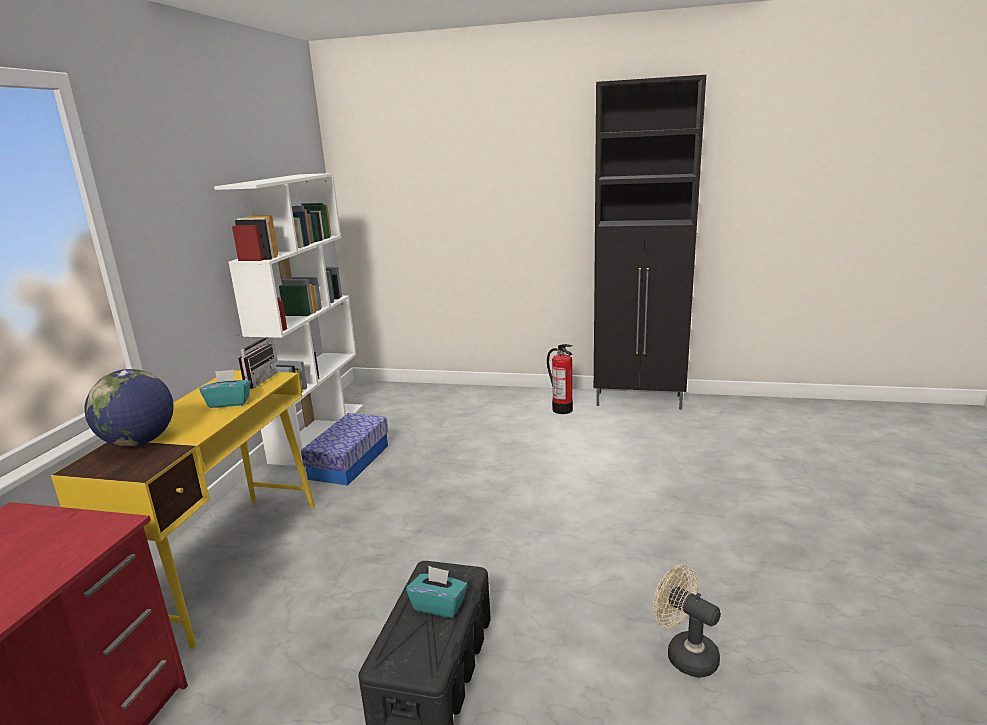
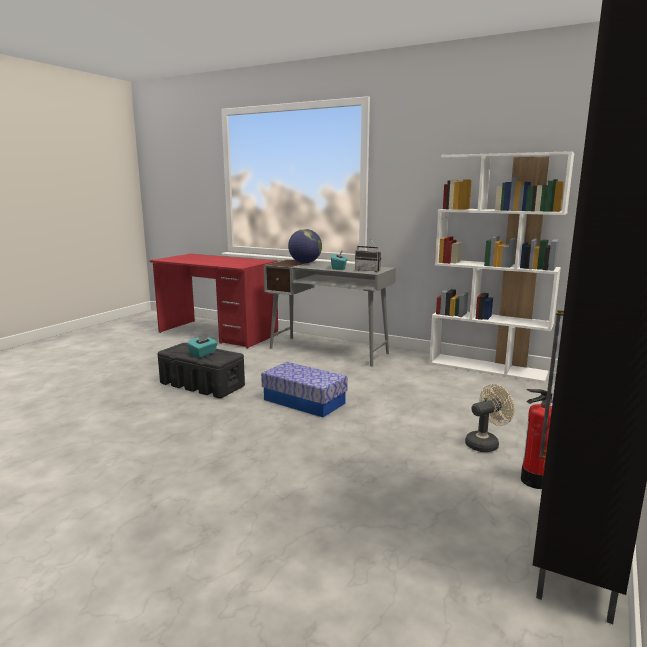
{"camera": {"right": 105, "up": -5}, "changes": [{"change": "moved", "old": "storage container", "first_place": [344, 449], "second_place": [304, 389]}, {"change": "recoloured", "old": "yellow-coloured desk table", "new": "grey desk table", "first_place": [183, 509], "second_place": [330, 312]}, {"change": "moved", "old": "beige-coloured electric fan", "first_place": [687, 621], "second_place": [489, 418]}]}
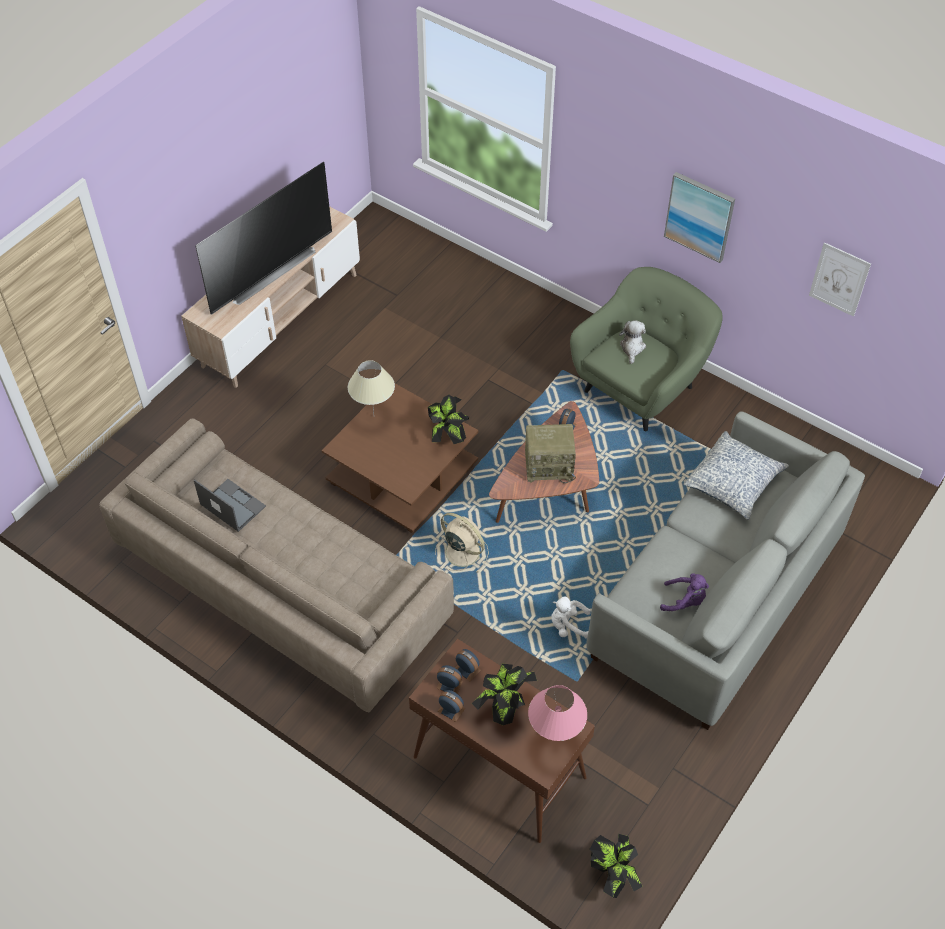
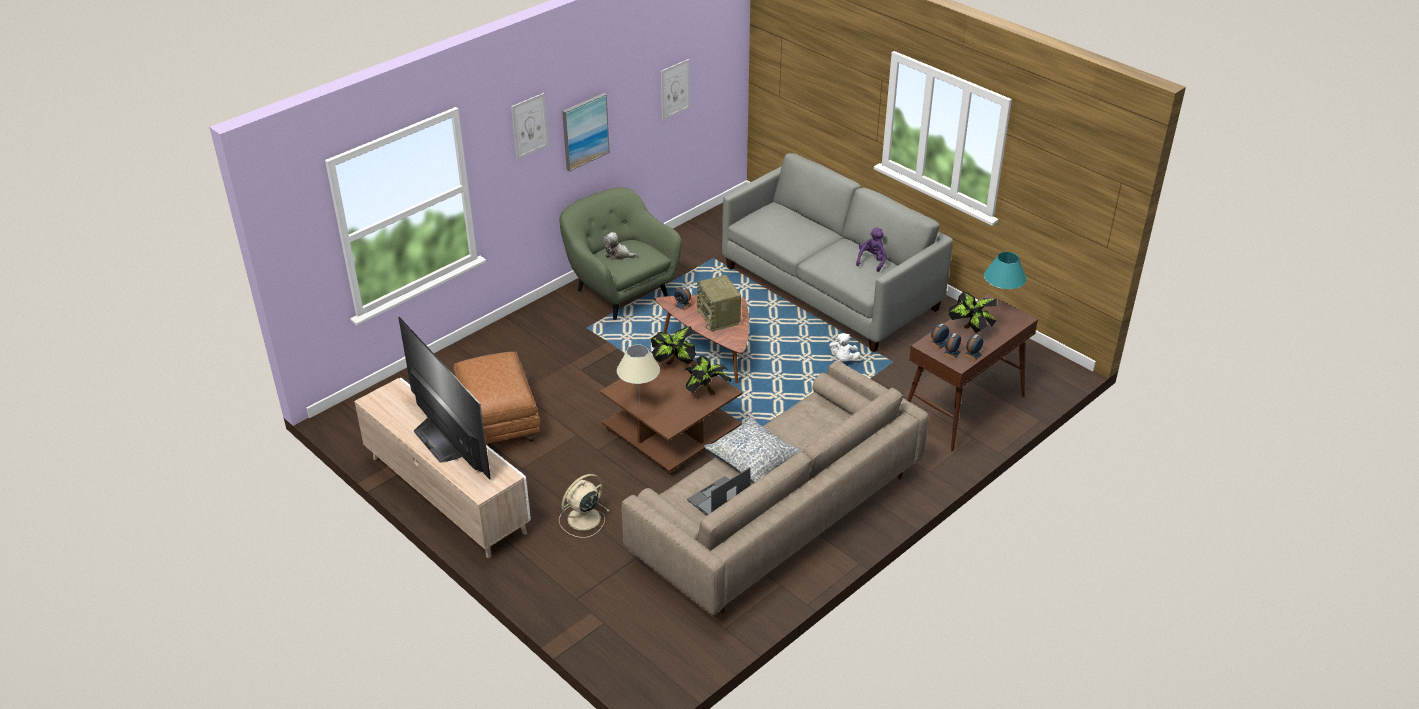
{"camera": {"right": -80, "up": -15}, "changes": [{"change": "added", "new": "brown ottoman", "second_place": [496, 398]}, {"change": "added", "new": "wall art", "second_place": [530, 126]}, {"change": "moved", "old": "beige-coloured electric fan", "first_place": [462, 543], "second_place": [584, 506]}, {"change": "moved", "old": "houseplant", "first_place": [616, 866], "second_place": [707, 375]}, {"change": "turned", "old": "radio", "first_place": [550, 453], "second_place": [719, 303], "degrees": 150}, {"change": "moved", "old": "cushion", "first_place": [736, 475], "second_place": [753, 449]}, {"change": "recoloured", "old": "pinkish lamp for a table", "new": "turquoise-coloured lamp for a table", "first_place": [557, 713], "second_place": [1005, 282]}]}
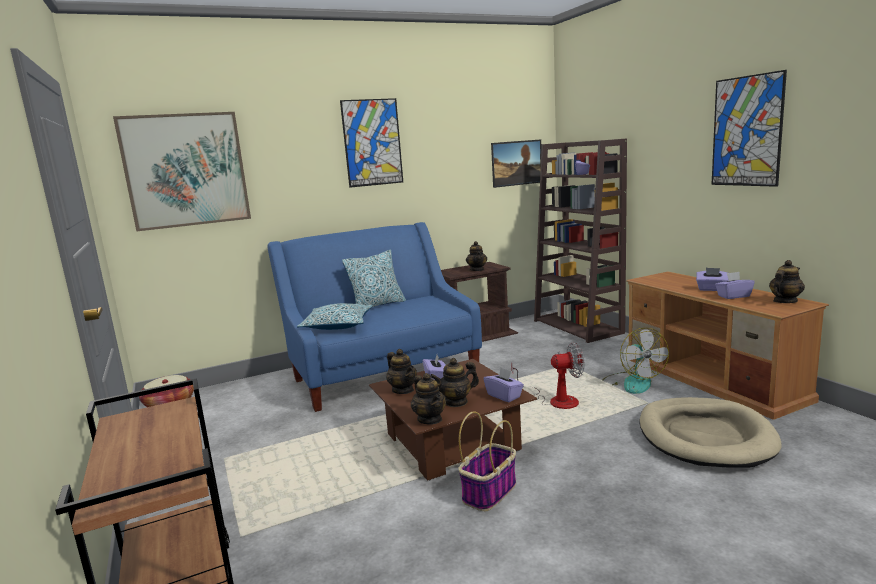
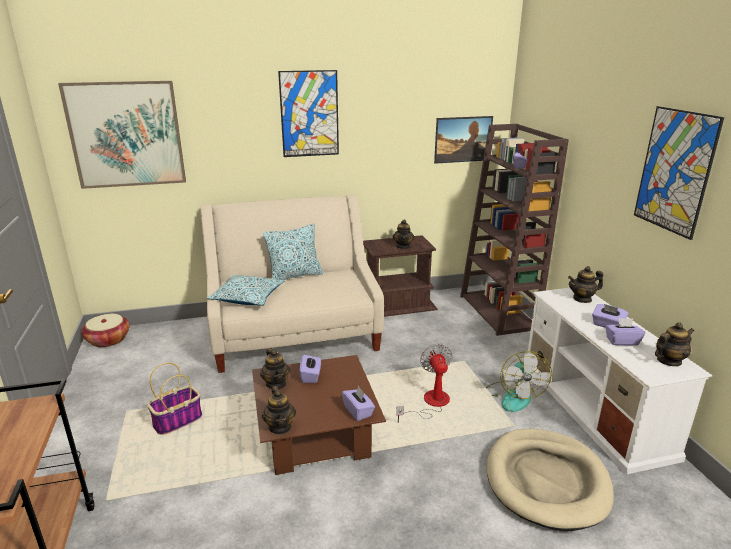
{"camera": {"right": 10, "up": 10}, "changes": [{"change": "moved", "old": "household basket", "first_place": [487, 461], "second_place": [174, 399]}, {"change": "recoloured", "old": "blue sofa", "new": "beige-coloured sofa", "first_place": [374, 317], "second_place": [292, 284]}, {"change": "turned", "old": "electric fan", "first_place": [547, 376], "second_place": [424, 383], "degrees": -105}, {"change": "recoloured", "old": "brown tv stand", "new": "whitish tv stand", "first_place": [727, 346], "second_place": [617, 381]}, {"change": "moved", "old": "pot for tea", "first_place": [454, 382], "second_place": [585, 284]}]}
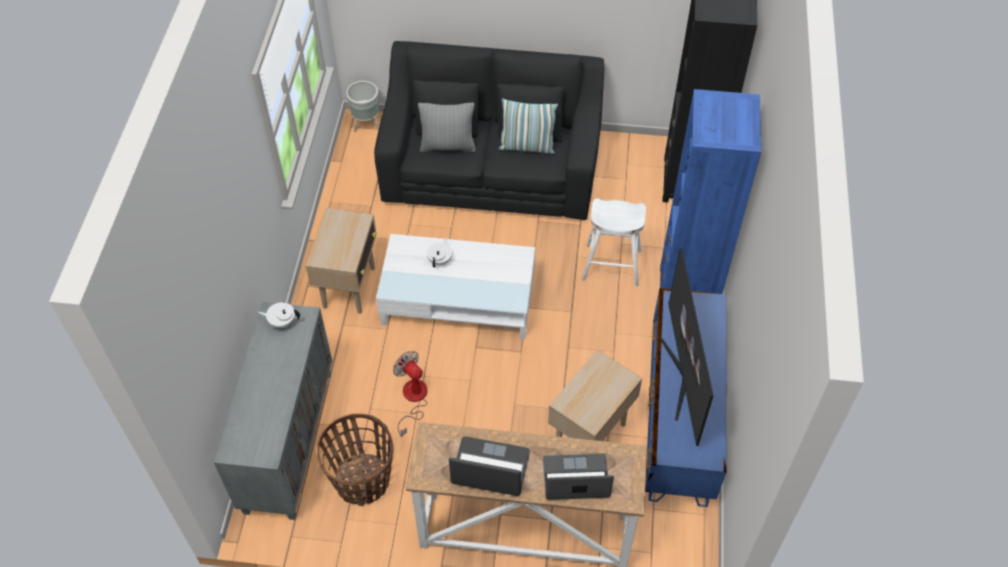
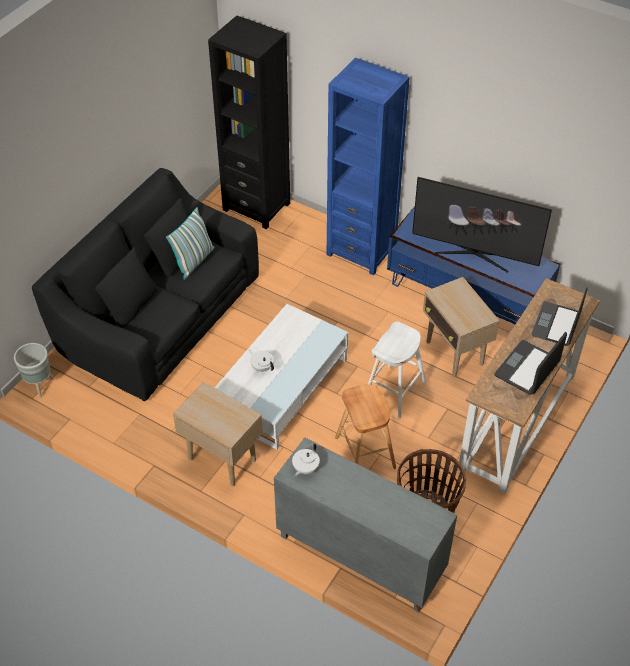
{"camera": {"right": -65, "up": -5}, "changes": [{"change": "replaced", "old": "electric fan", "new": "brown stool seat", "first_place": [410, 394], "second_place": [365, 426]}, {"change": "moved", "old": "whitish stool seat", "first_place": [614, 242], "second_place": [397, 370]}, {"change": "removed", "old": "grey cushion", "first_place": [447, 127]}]}
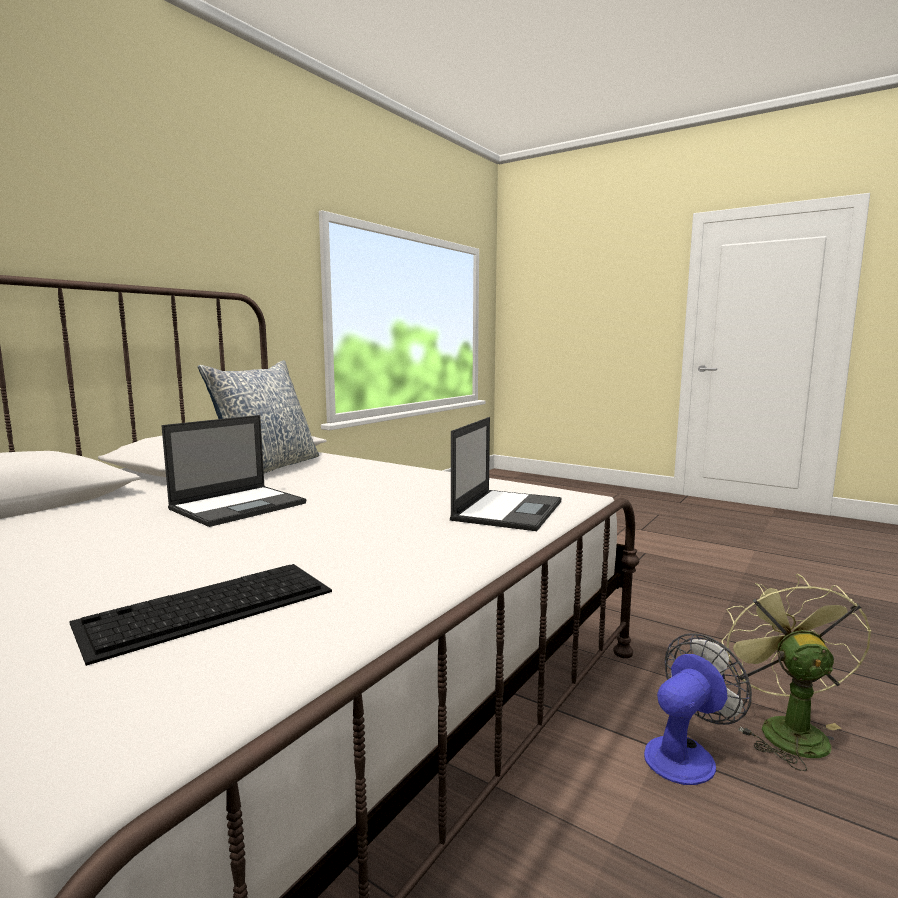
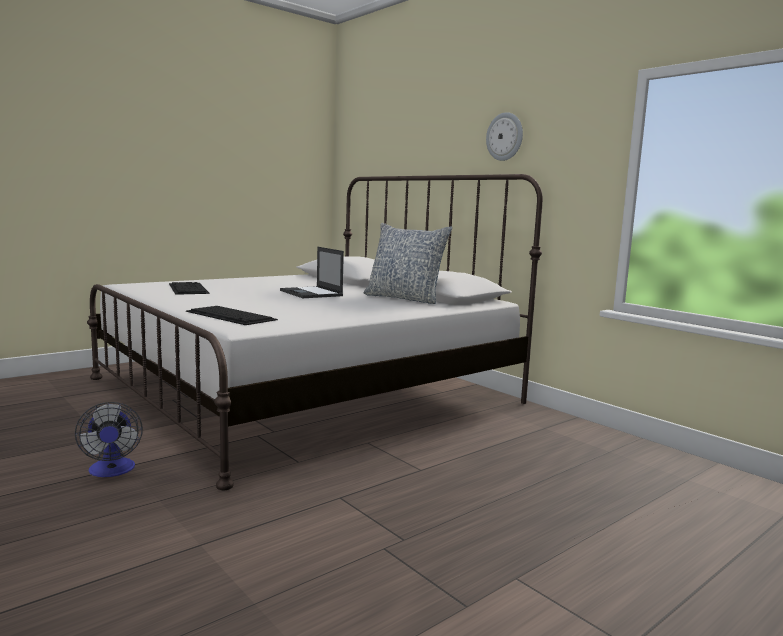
{"camera": {"right": 105, "up": 0}, "changes": [{"change": "replaced", "old": "notebook computer", "new": "computer keyboard", "first_place": [505, 474], "second_place": [232, 315]}, {"change": "added", "new": "clock on the wall", "second_place": [504, 136]}, {"change": "removed", "old": "green electric fan", "first_place": [796, 672]}]}
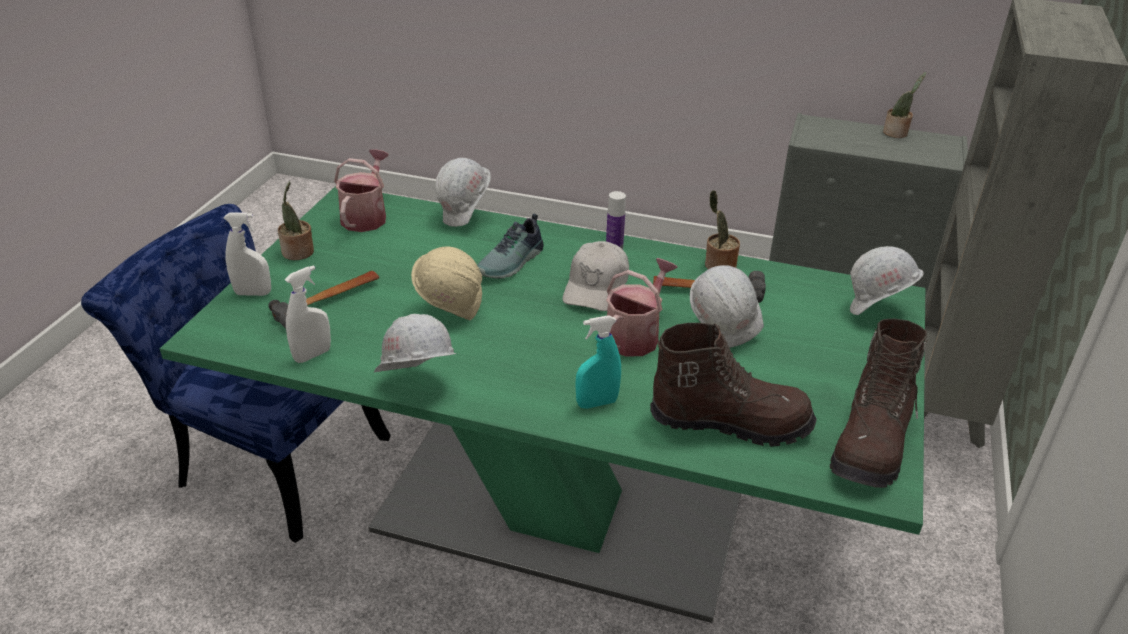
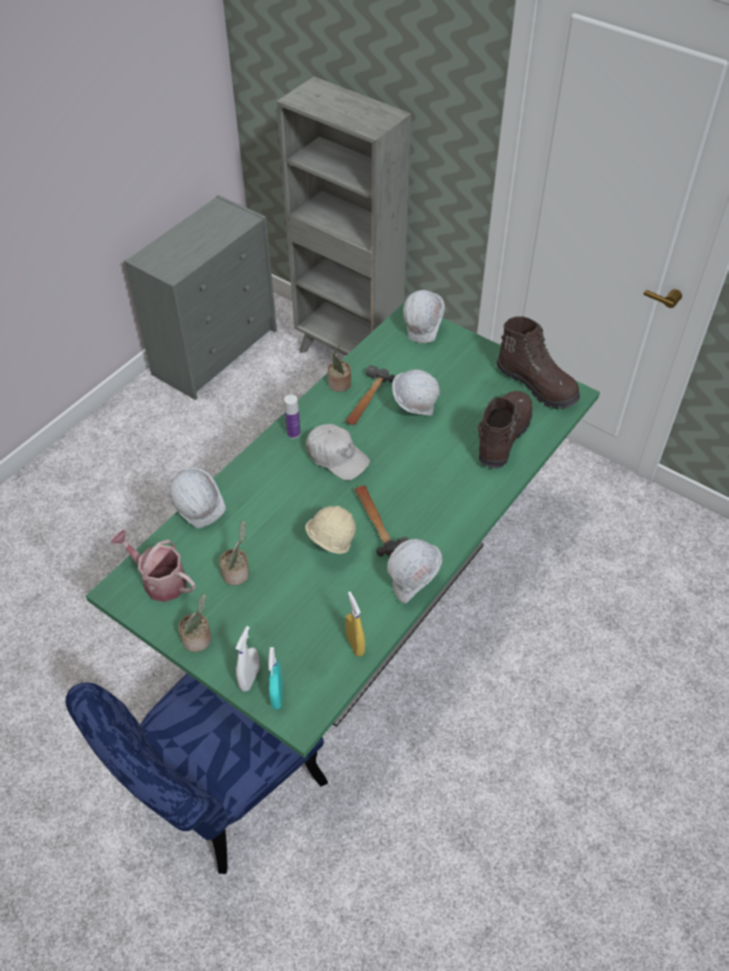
{"camera": {"right": -70, "up": 15}, "changes": [{"change": "moved", "old": "houseplant", "first_place": [904, 105], "second_place": [234, 552]}, {"change": "moved", "old": "turquoise-coloured sprayer", "first_place": [598, 362], "second_place": [275, 678]}, {"change": "recoloured", "old": "whitish sprayer", "new": "yellow-coloured sprayer", "first_place": [308, 314], "second_place": [355, 624]}, {"change": "moved", "old": "hand hammer", "first_place": [324, 299], "second_place": [382, 520]}, {"change": "removed", "old": "item of footwear", "first_place": [510, 246]}, {"change": "removed", "old": "sprinkling can", "first_place": [641, 307]}]}
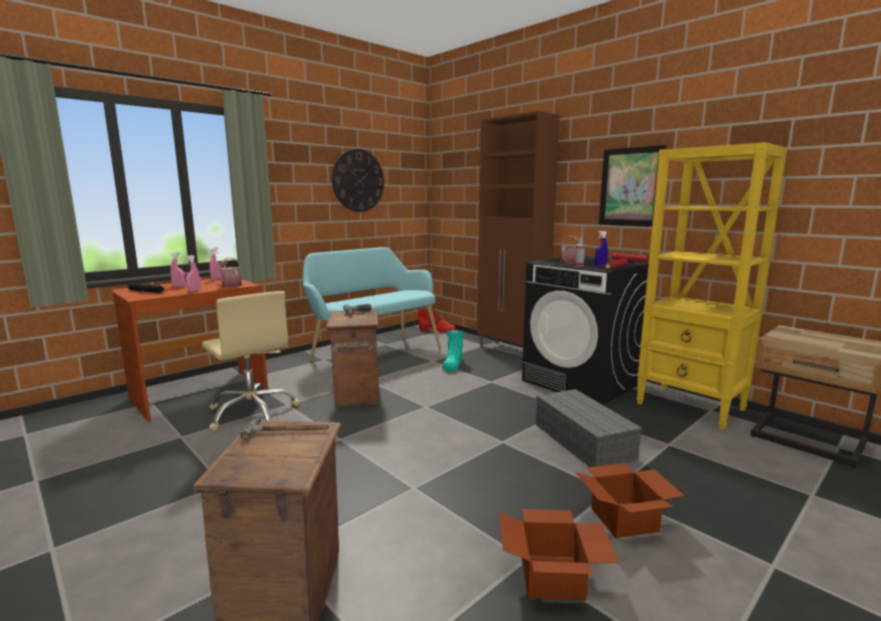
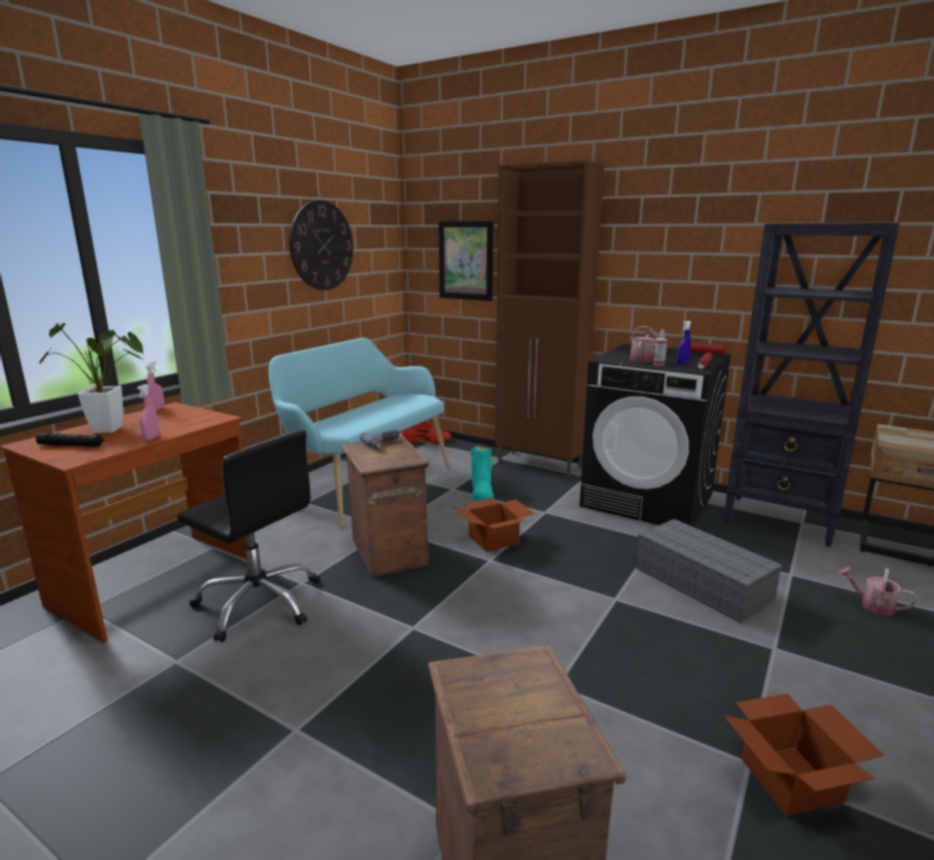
{"camera": {"right": -15, "up": 5}, "changes": [{"change": "replaced", "old": "pinkish sprayer", "new": "houseplant", "first_place": [178, 269], "second_place": [92, 378]}, {"change": "recoloured", "old": "beige-coloured office chair", "new": "blackish office chair", "first_place": [250, 361], "second_place": [248, 536]}, {"change": "moved", "old": "wall art", "first_place": [633, 186], "second_place": [466, 261]}, {"change": "moved", "old": "cardboard box", "first_place": [630, 500], "second_place": [494, 525]}, {"change": "recoloured", "old": "yellow-coloured shelving unit", "new": "blackish shelving unit", "first_place": [711, 286], "second_place": [812, 385]}, {"change": "moved", "old": "sprinkling can", "first_place": [230, 273], "second_place": [877, 591]}, {"change": "removed", "old": "hand hammer", "first_place": [284, 429]}]}
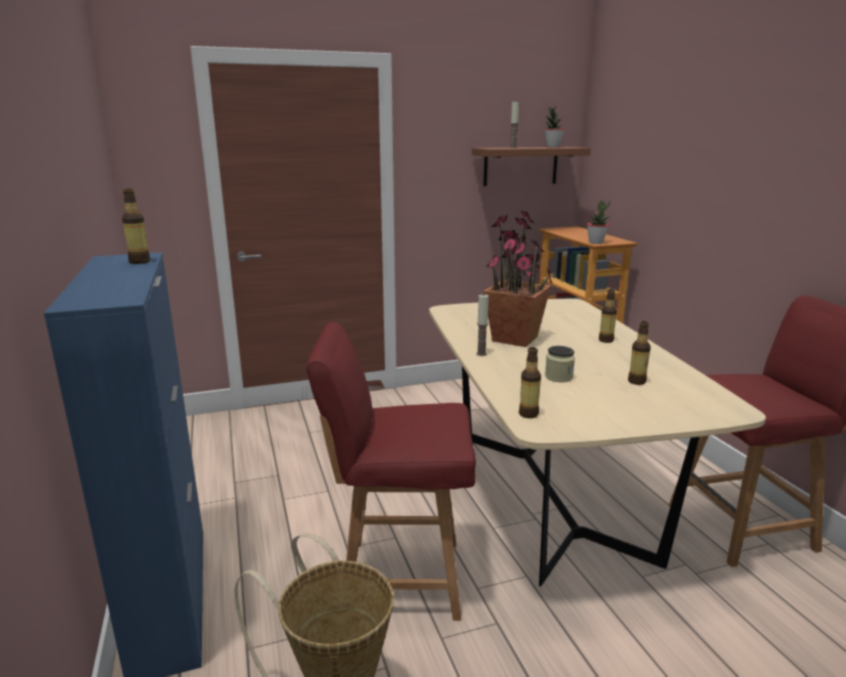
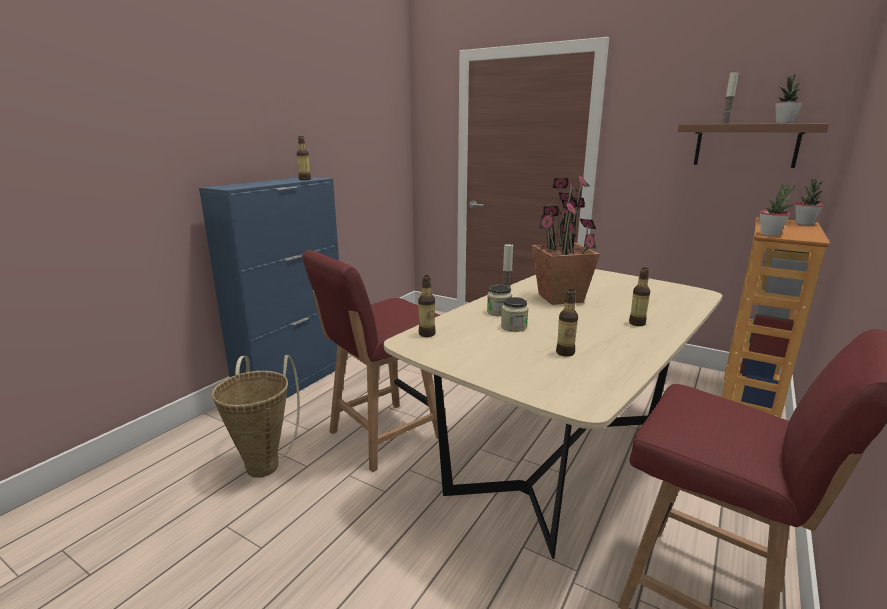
{"camera": {"right": 50, "up": 0}, "changes": [{"change": "turned", "old": "red plain chair", "first_place": [391, 471], "second_place": [371, 361], "degrees": -90}, {"change": "added", "new": "preserve jar", "second_place": [499, 300]}, {"change": "added", "new": "houseplant", "second_place": [809, 201]}]}
